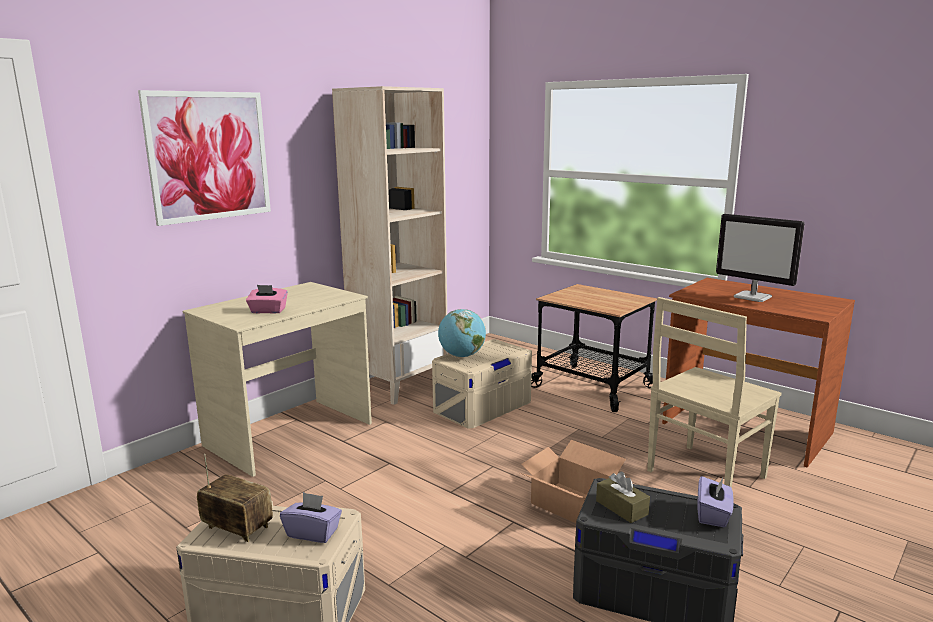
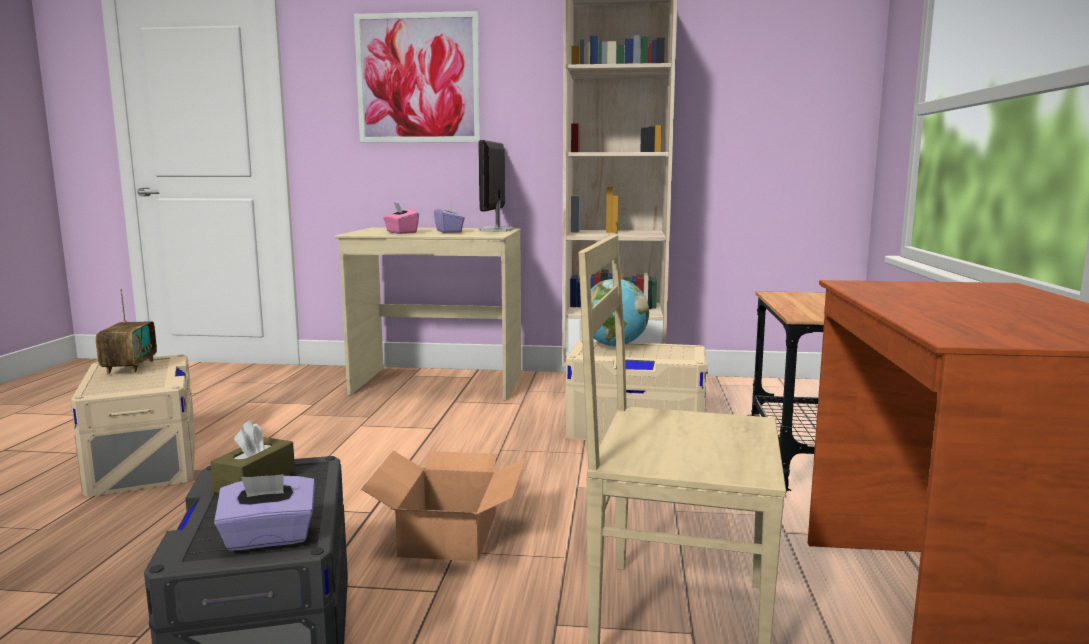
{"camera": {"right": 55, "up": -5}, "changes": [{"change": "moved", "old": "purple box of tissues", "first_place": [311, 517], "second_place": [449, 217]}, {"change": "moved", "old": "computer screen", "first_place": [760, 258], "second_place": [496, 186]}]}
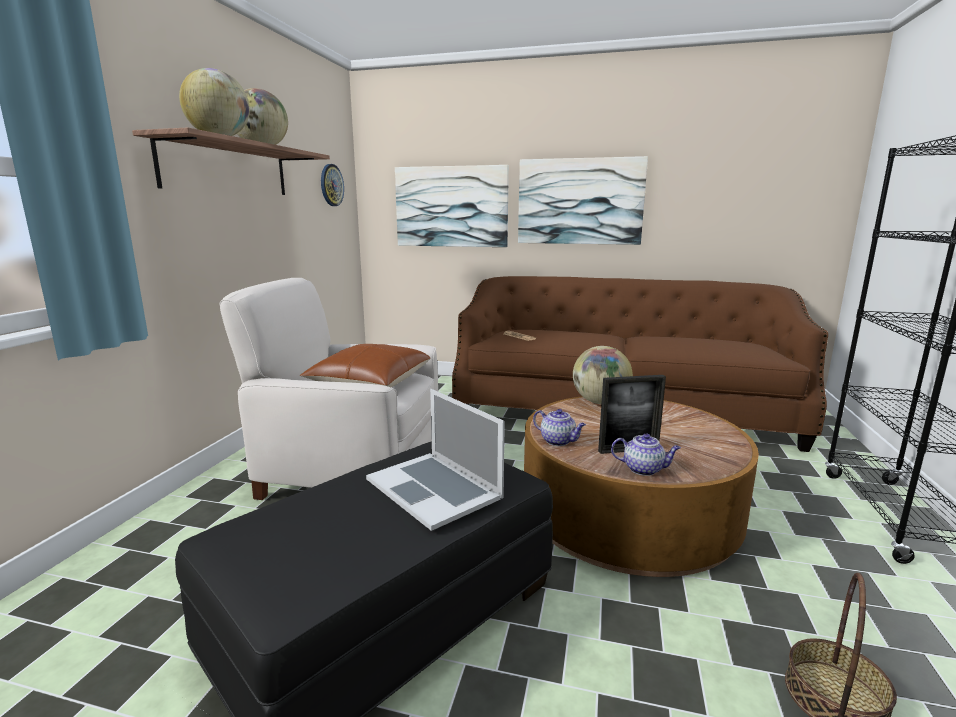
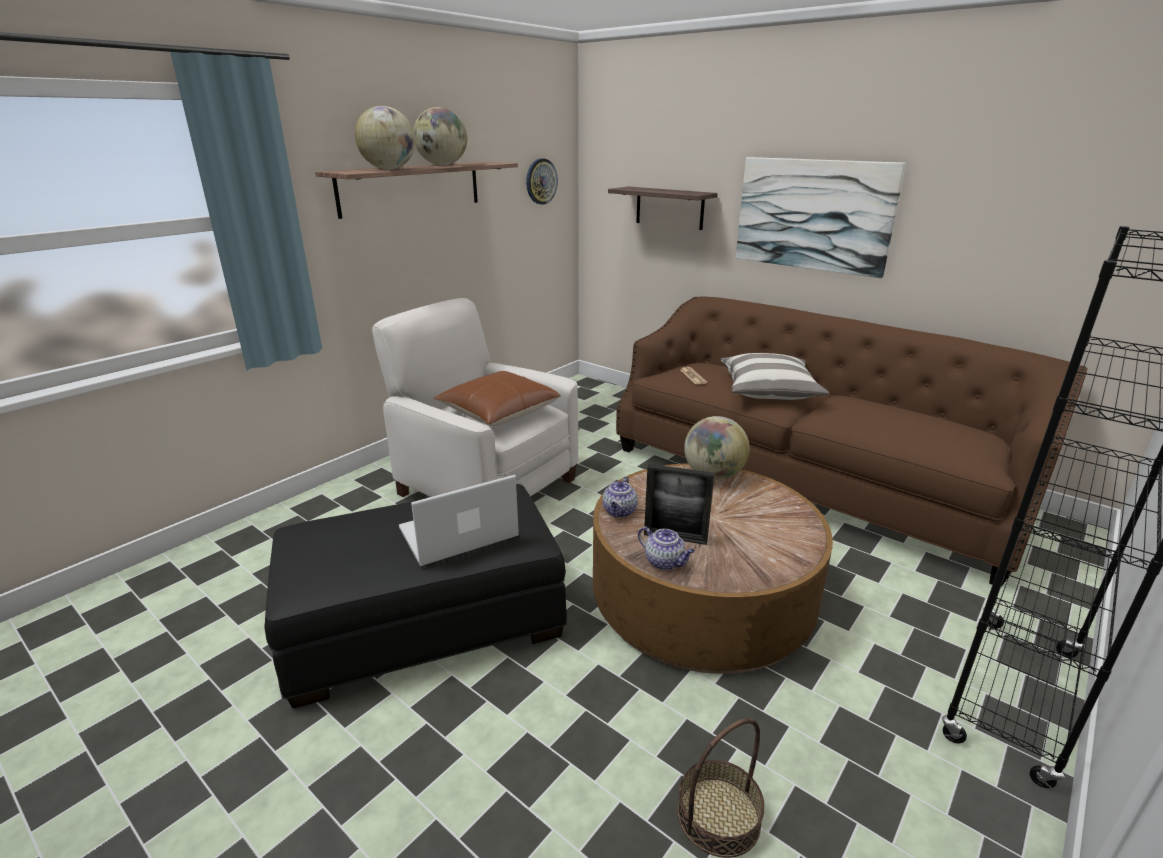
{"camera": {"right": 25, "up": 10}, "changes": [{"change": "turned", "old": "notebook computer", "first_place": [435, 460], "second_place": [459, 520], "degrees": 75}, {"change": "turned", "old": "pot for tea", "first_place": [559, 427], "second_place": [620, 497], "degrees": 45}, {"change": "replaced", "old": "wall art", "new": "wall shelf", "first_place": [452, 206], "second_place": [663, 208]}, {"change": "added", "new": "cushion", "second_place": [775, 376]}]}
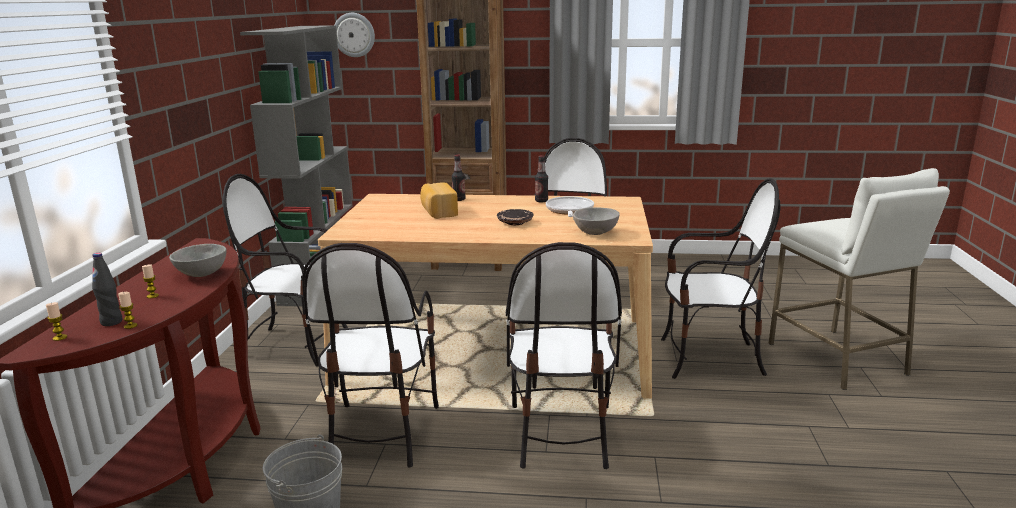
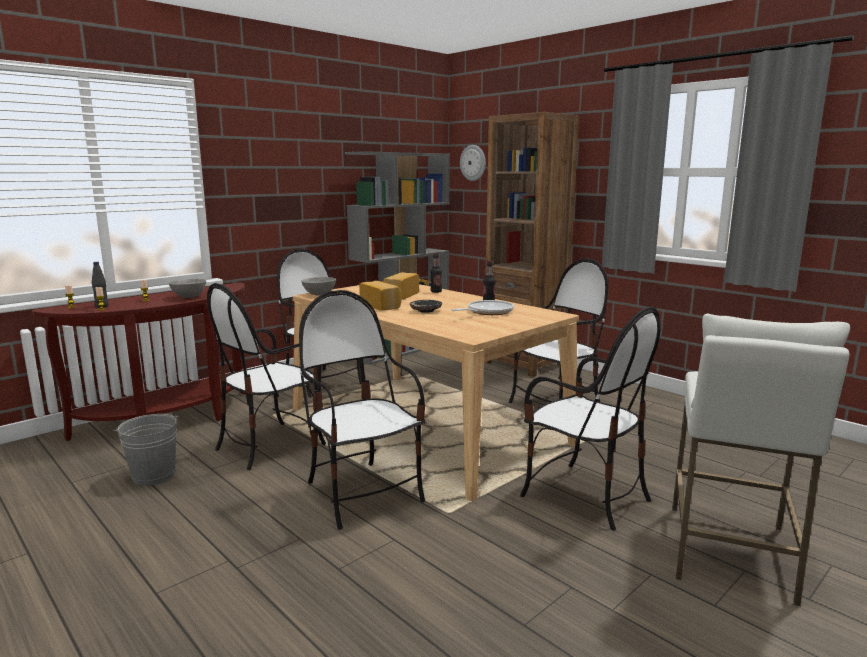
{"camera": {"right": 40, "up": -5}, "changes": [{"change": "turned", "old": "plain chair", "first_place": [564, 355], "second_place": [362, 410], "degrees": 105}, {"change": "moved", "old": "grey bowl", "first_place": [596, 221], "second_place": [318, 286]}, {"change": "added", "new": "bread", "second_place": [380, 296]}]}
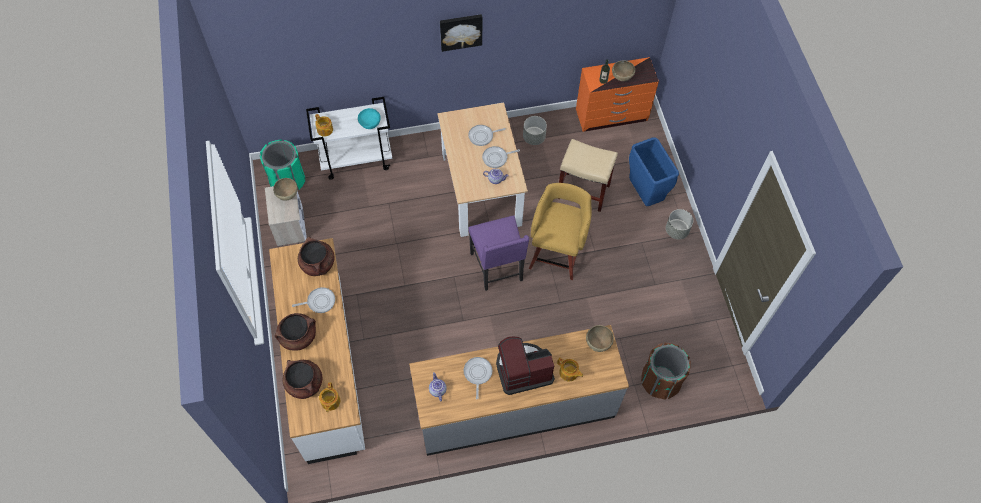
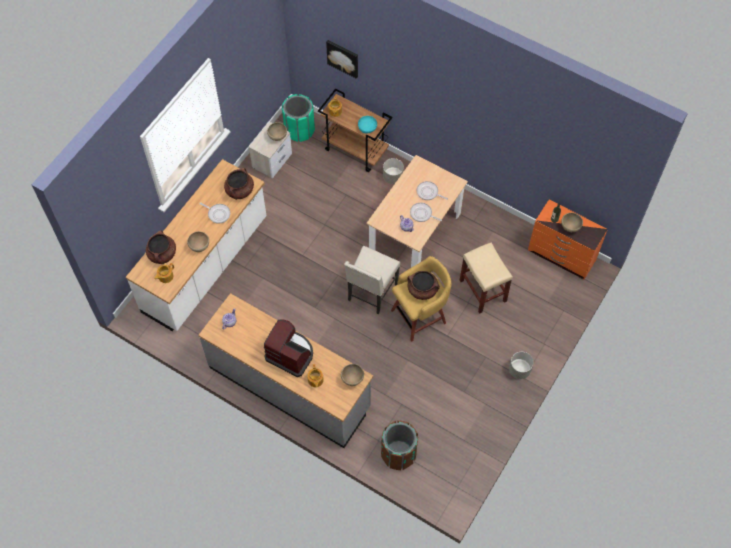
{"camera": {"right": 45, "up": 0}, "changes": [{"change": "added", "new": "brown bowl", "second_place": [198, 241]}, {"change": "recoloured", "old": "whitish cart", "new": "brown cart", "first_place": [349, 138], "second_place": [355, 130]}, {"change": "moved", "old": "wall art", "first_place": [461, 33], "second_place": [342, 59]}, {"change": "recoloured", "old": "purple plain chair", "new": "beige-coloured plain chair", "first_place": [499, 253], "second_place": [372, 280]}, {"change": "moved", "old": "grey flower pot", "first_place": [535, 130], "second_place": [393, 171]}, {"change": "moved", "old": "brown stockpot", "first_place": [295, 332], "second_place": [424, 285]}, {"change": "removed", "old": "pan", "first_place": [478, 378]}, {"change": "removed", "old": "blue trash can", "first_place": [654, 171]}]}
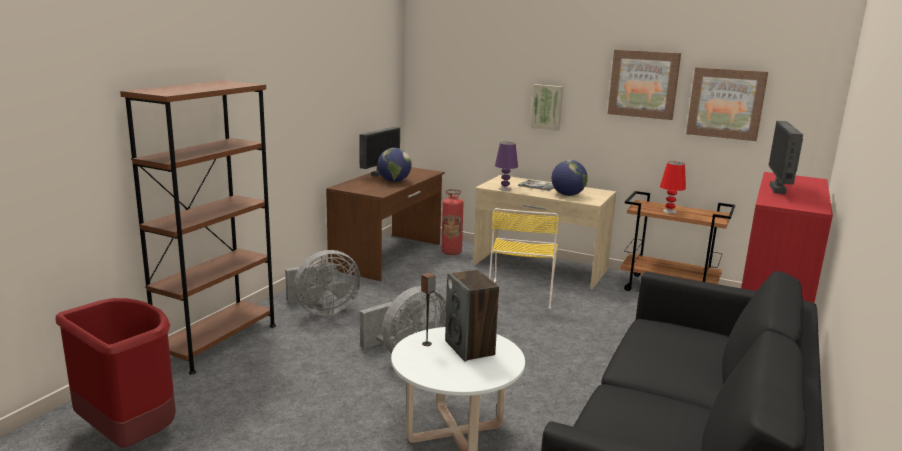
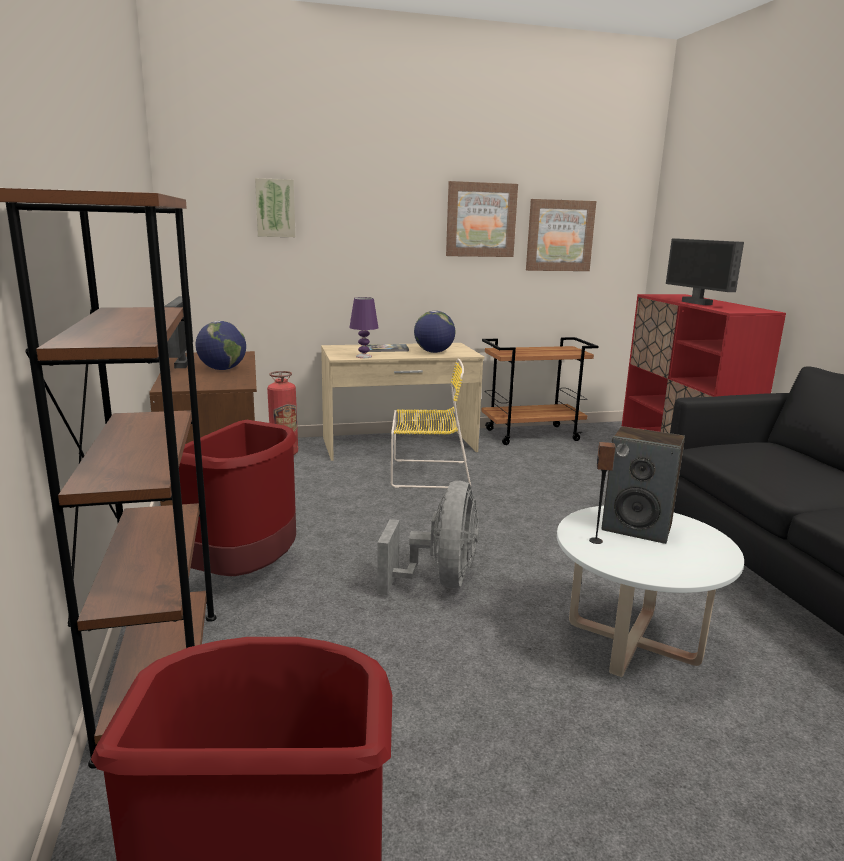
{"camera": {"right": -40, "up": 0}, "changes": [{"change": "replaced", "old": "grey electric fan", "new": "red trash can", "first_place": [323, 283], "second_place": [237, 498]}, {"change": "moved", "old": "wall art", "first_place": [547, 107], "second_place": [275, 207]}, {"change": "turned", "old": "yellow-coloured plain chair", "first_place": [524, 258], "second_place": [431, 423], "degrees": -60}, {"change": "removed", "old": "red lamp for a table", "first_place": [673, 188]}]}
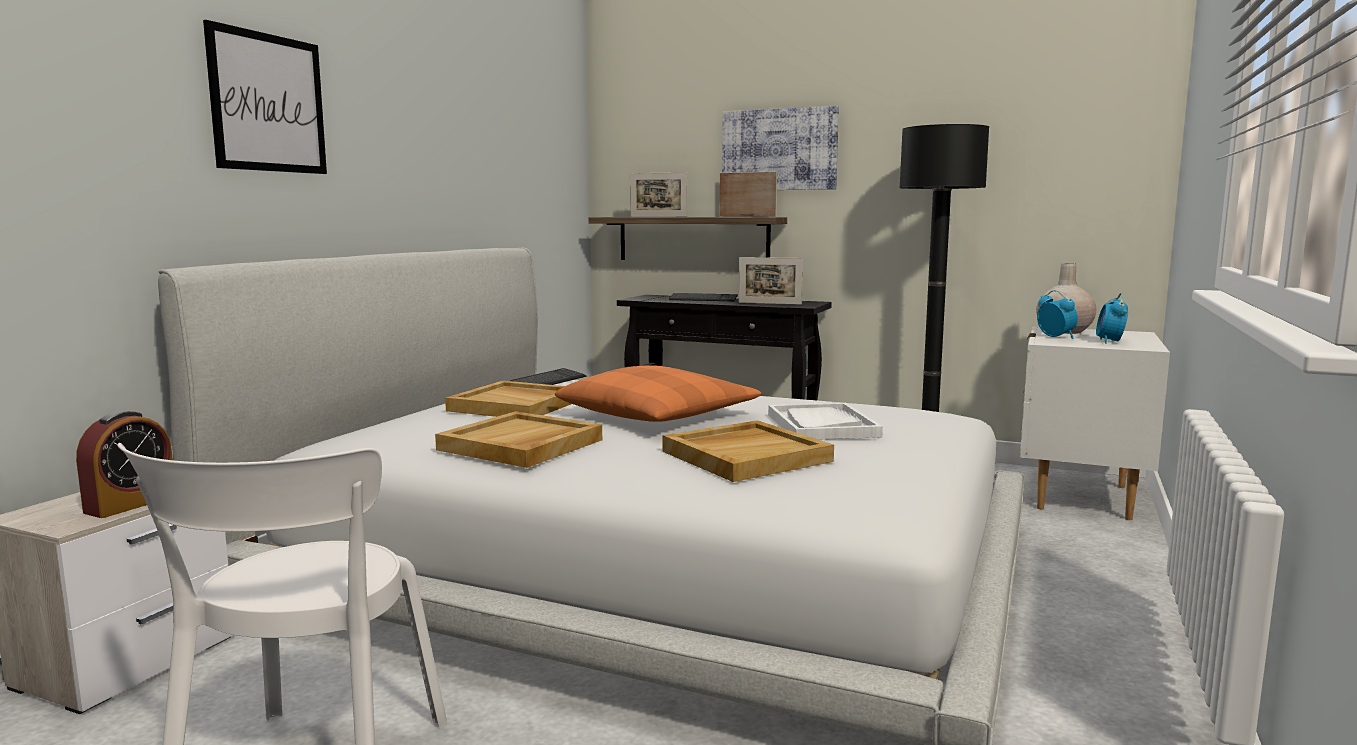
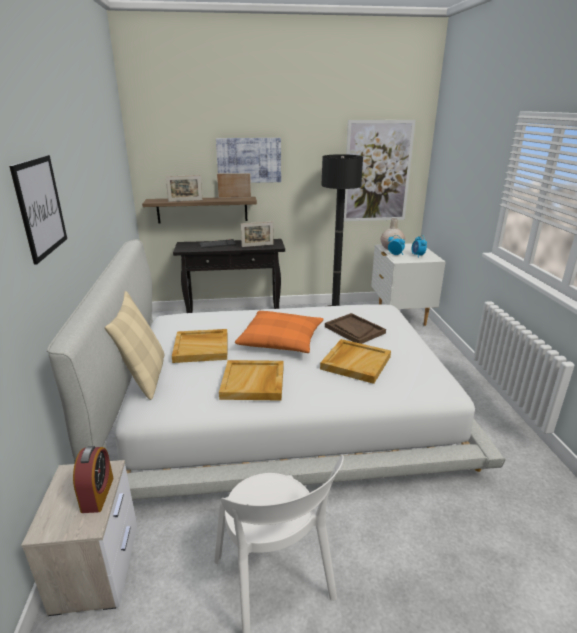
{"camera": {"right": -30, "up": 15}, "changes": [{"change": "added", "new": "beige-coloured cushion", "second_place": [134, 345]}, {"change": "recoloured", "old": "whitish serving tray", "new": "brown serving tray", "first_place": [825, 421], "second_place": [355, 328]}, {"change": "added", "new": "wall art", "second_place": [380, 170]}, {"change": "removed", "old": "computer keyboard", "first_place": [548, 376]}]}
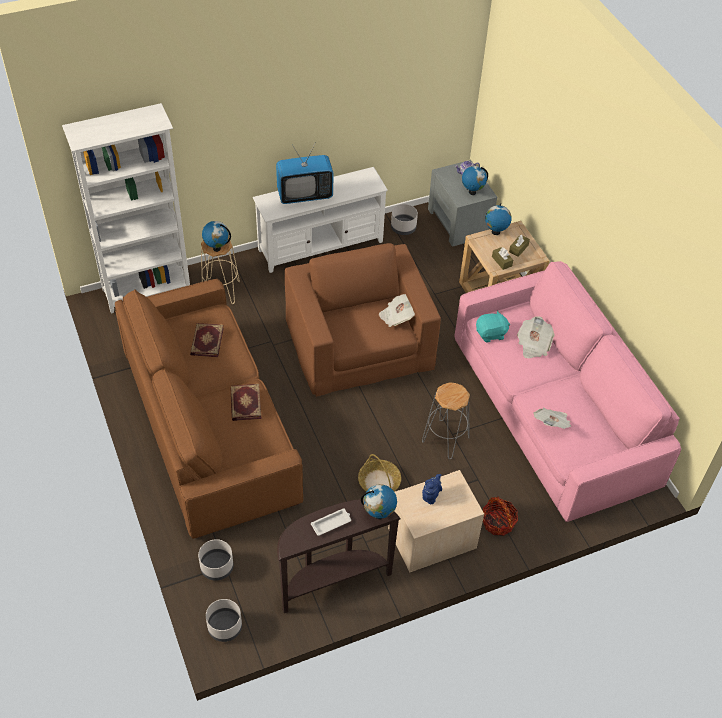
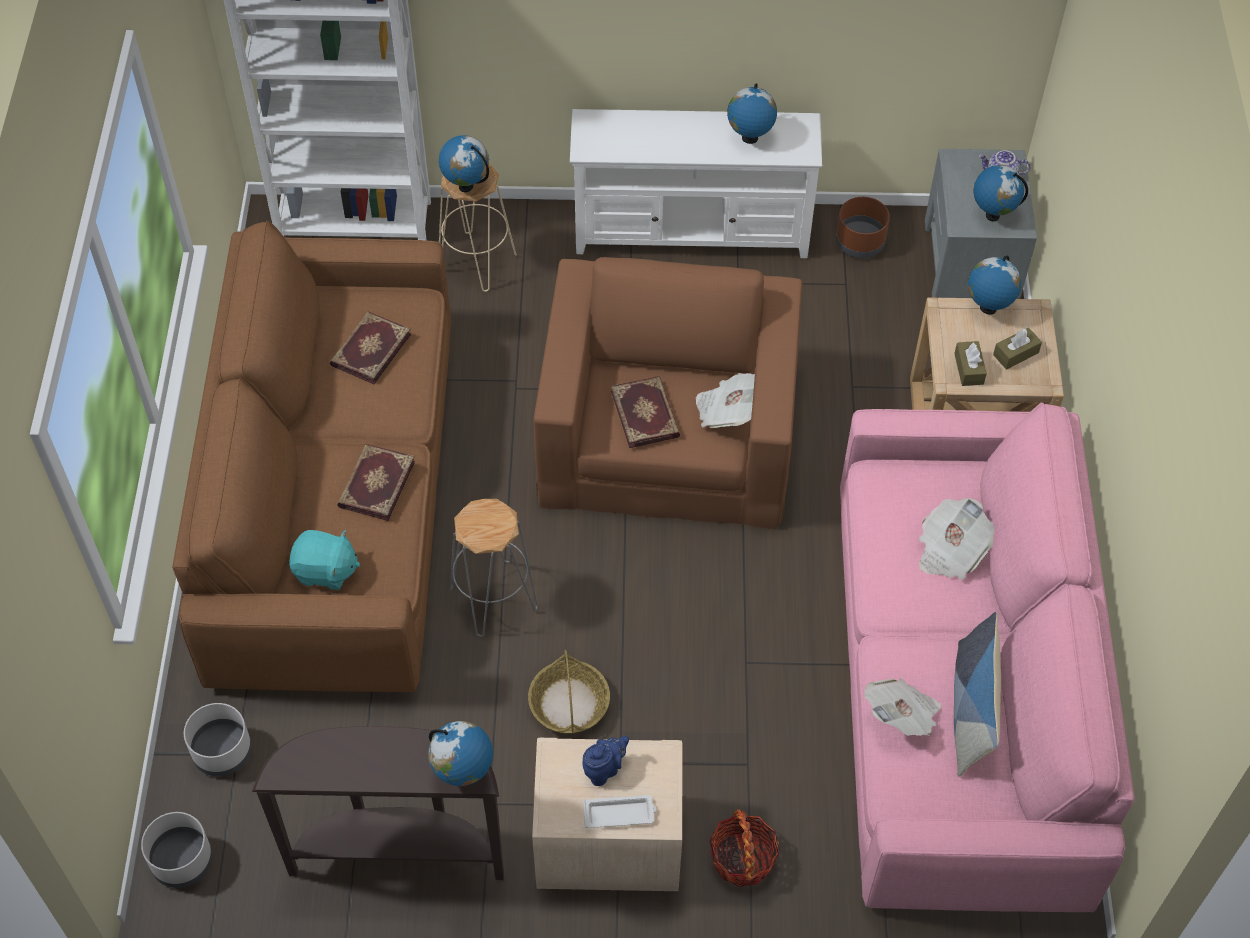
{"camera": {"right": 25, "up": 5}, "changes": [{"change": "moved", "old": "turquoise-coloured cuddly toy", "first_place": [493, 326], "second_place": [324, 560]}, {"change": "moved", "old": "grey stool seat", "first_place": [446, 420], "second_place": [494, 568]}, {"change": "moved", "old": "whitish serving tray", "first_place": [331, 522], "second_place": [620, 811]}, {"change": "added", "new": "bound book", "second_place": [645, 412]}, {"change": "added", "new": "globe", "second_place": [752, 113]}, {"change": "recoloured", "old": "grey flower pot", "new": "brown flower pot", "first_place": [404, 219], "second_place": [863, 227]}, {"change": "added", "new": "cushion", "second_place": [977, 694]}, {"change": "removed", "old": "television", "first_place": [304, 173]}]}
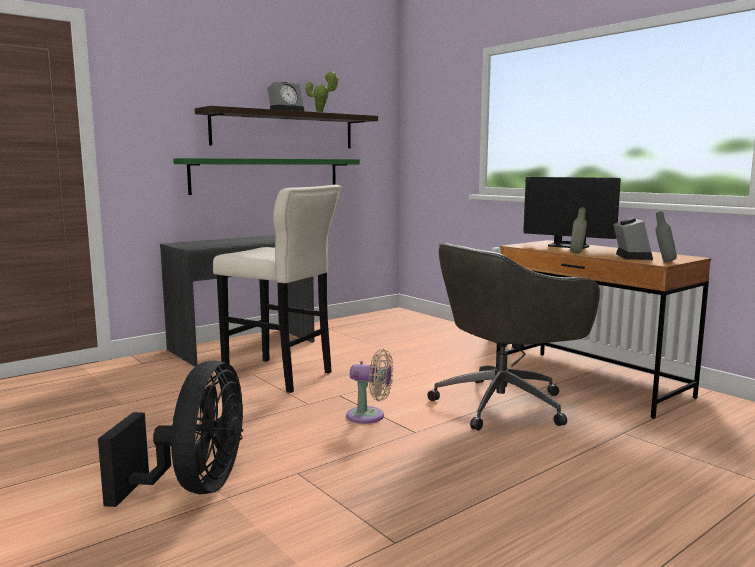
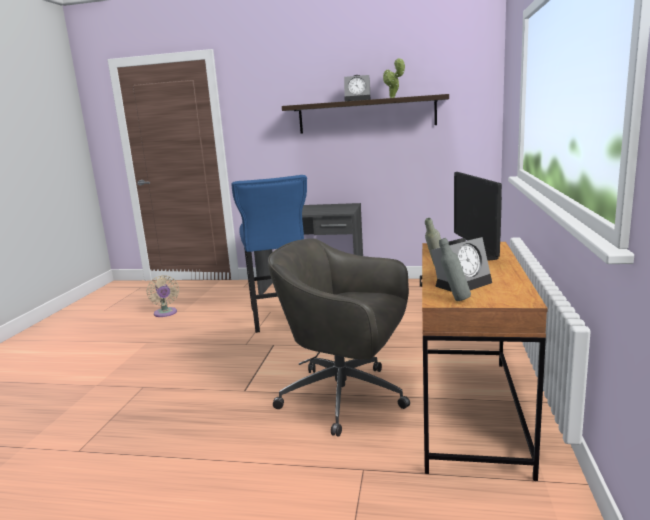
{"camera": {"right": 50, "up": 5}, "changes": [{"change": "moved", "old": "beige-coloured electric fan", "first_place": [369, 386], "second_place": [162, 296]}, {"change": "recoloured", "old": "beige-coloured stool seat", "new": "blue stool seat", "first_place": [277, 289], "second_place": [269, 254]}, {"change": "removed", "old": "blackish electric fan", "first_place": [170, 433]}, {"change": "removed", "old": "green wall shelf", "first_place": [266, 176]}]}
